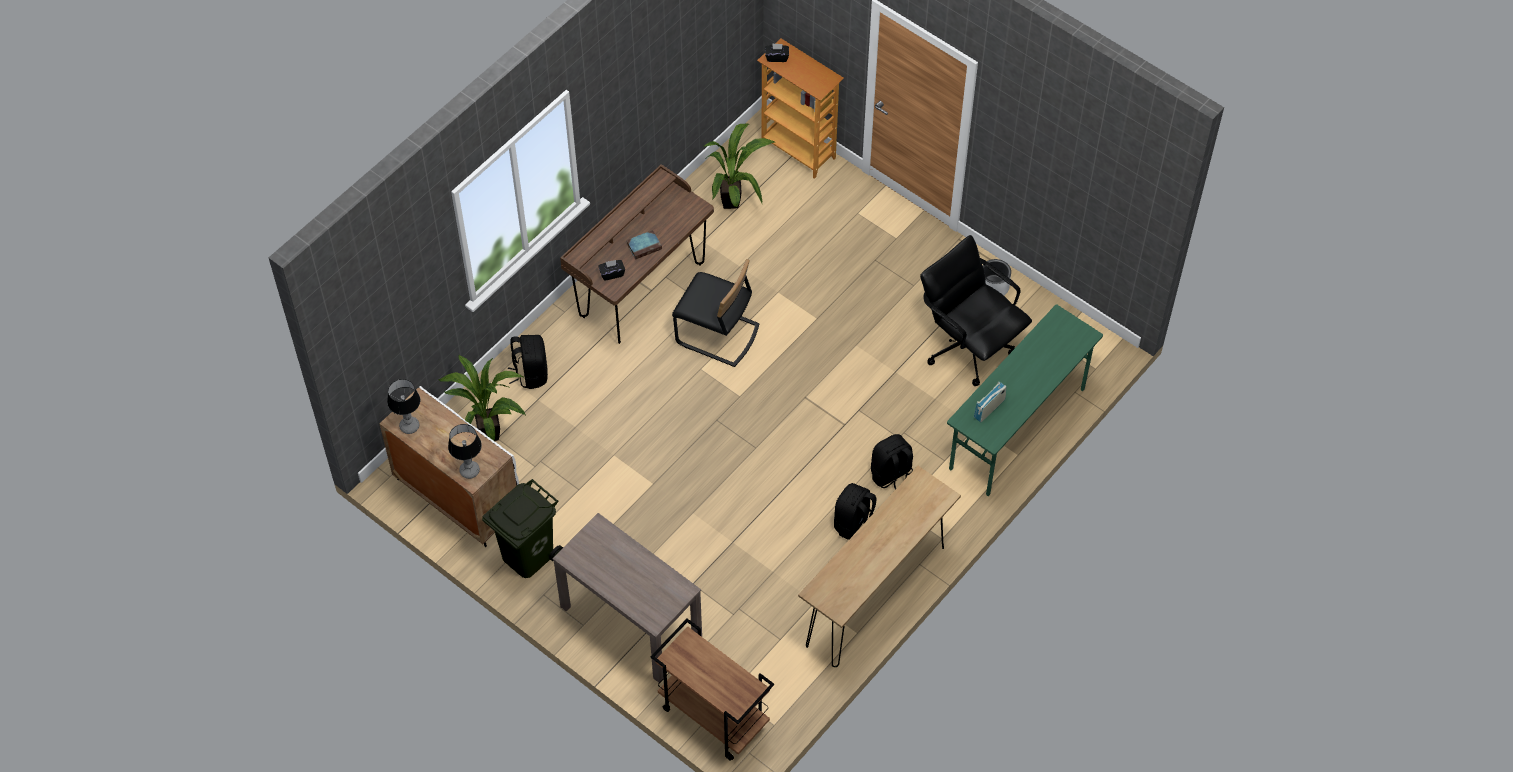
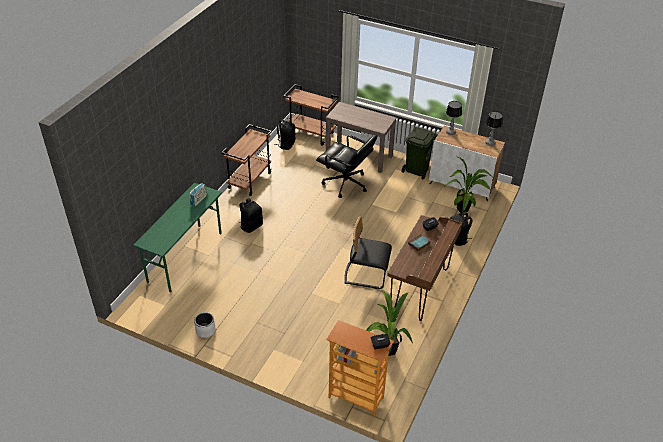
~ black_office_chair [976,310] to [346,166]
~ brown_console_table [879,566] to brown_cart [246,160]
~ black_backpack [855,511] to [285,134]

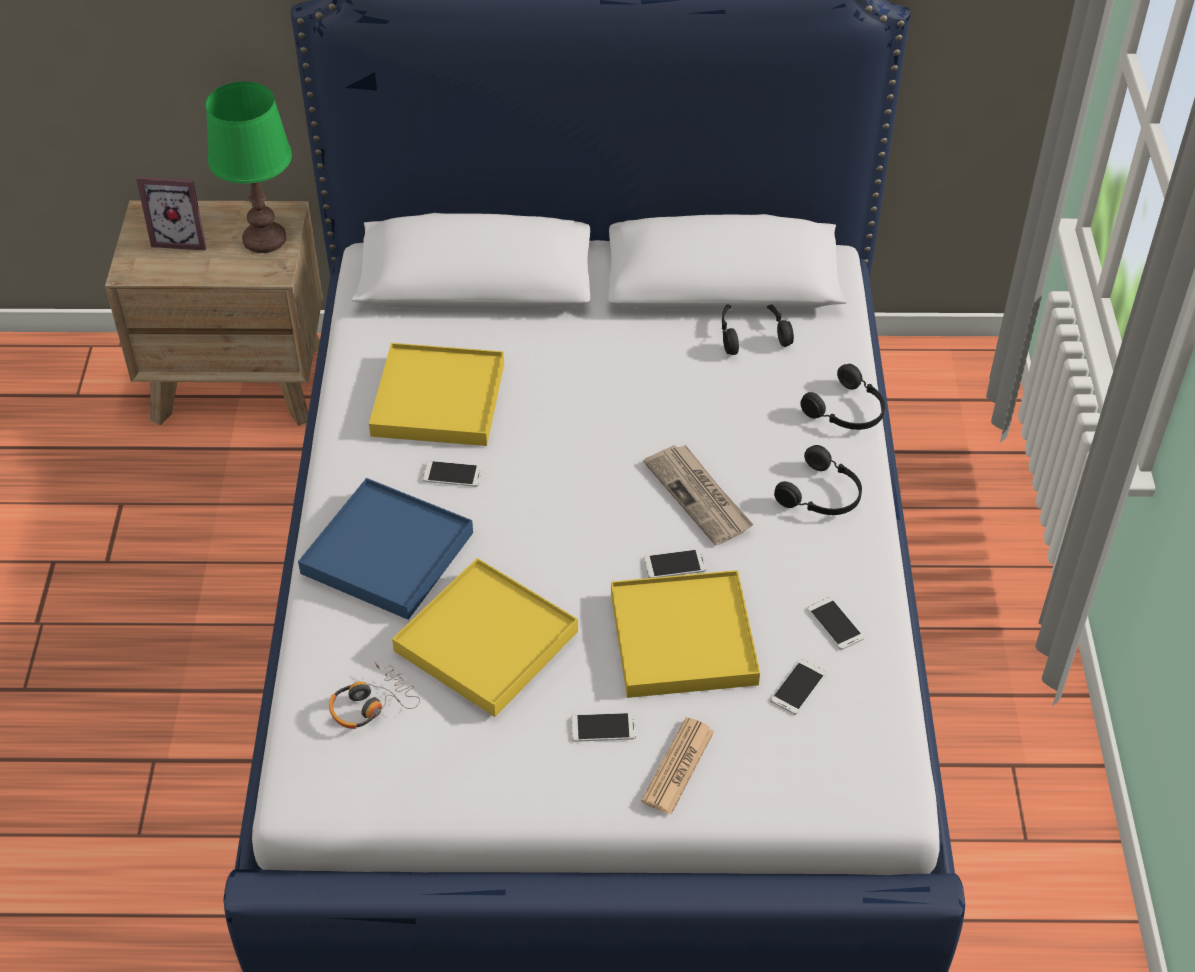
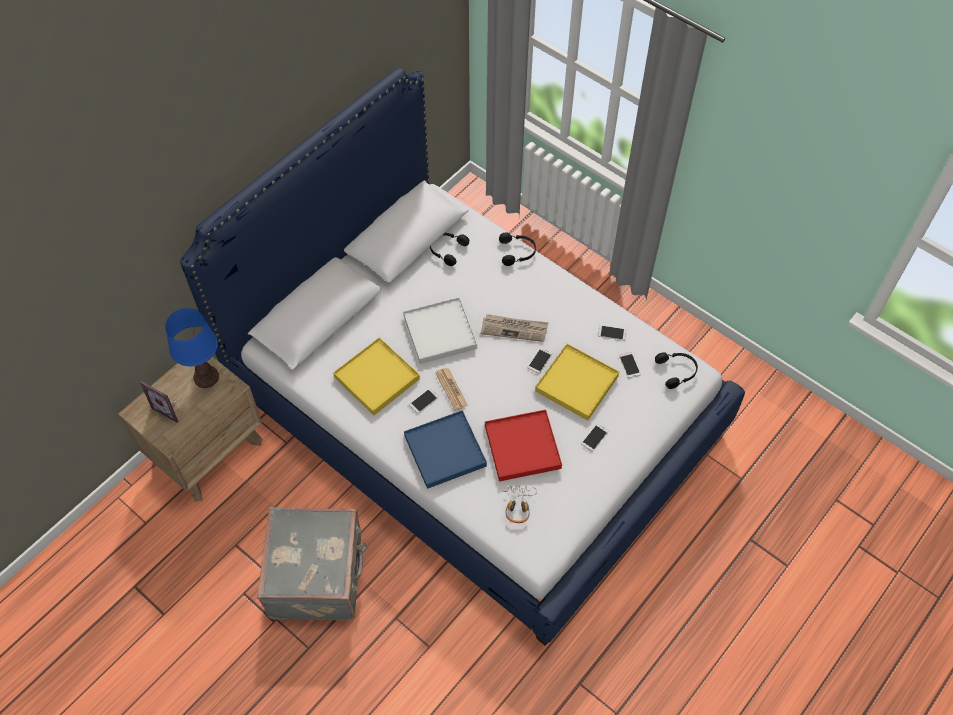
~ green_table_lamp [249,167] to blue_table_lamp [192,348]
~ picture_frame [171,214] = [159,402] 75 degrees clockwise
~ black_headphones [818,480] to [676,370]
~ yellow_tray [485,637] to red_tray [523,446]
~ newspaper [677,766] to [451,389]
+ white_tray [440,330]
+ grey_suitcase [312,563]

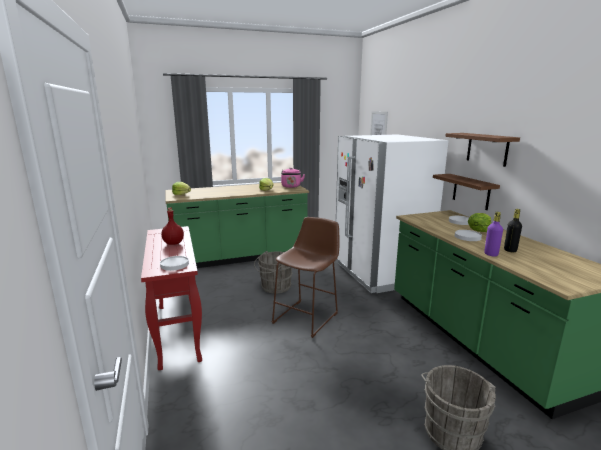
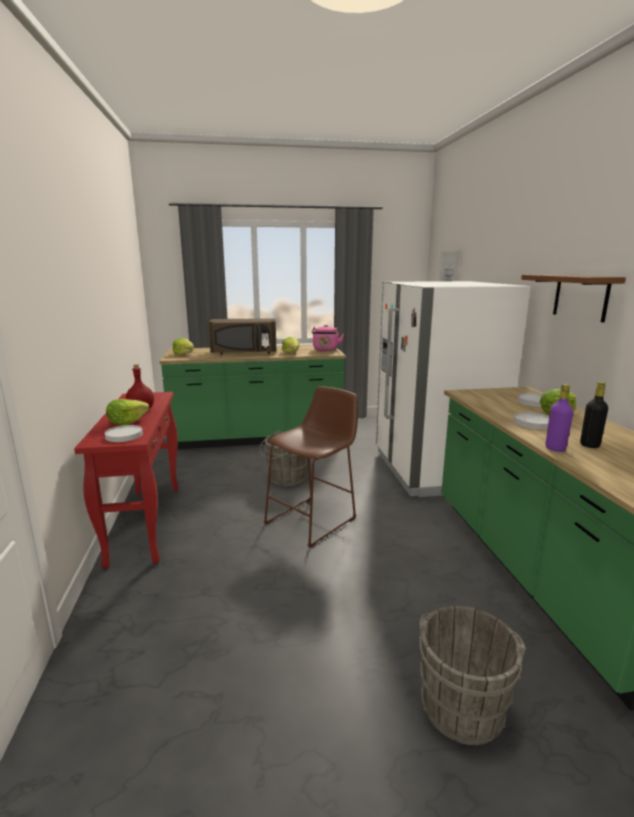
- brown_shelf [466,192]
+ brown_microwave [242,336]
+ lettuce [127,412]

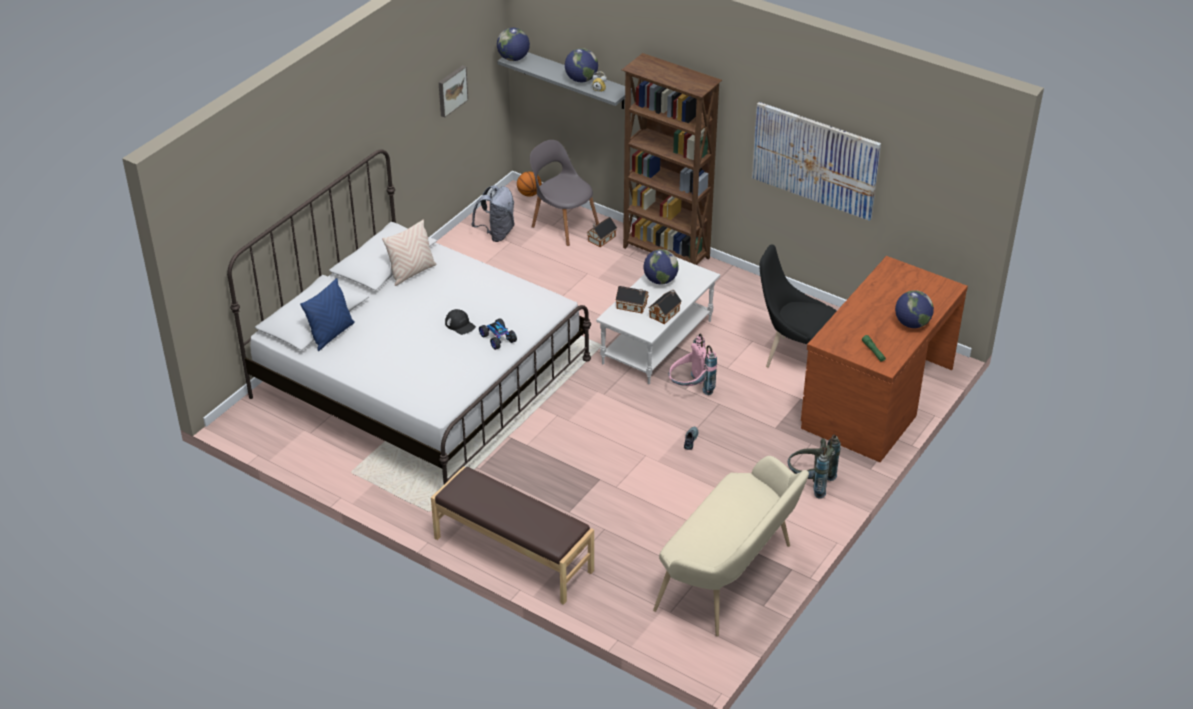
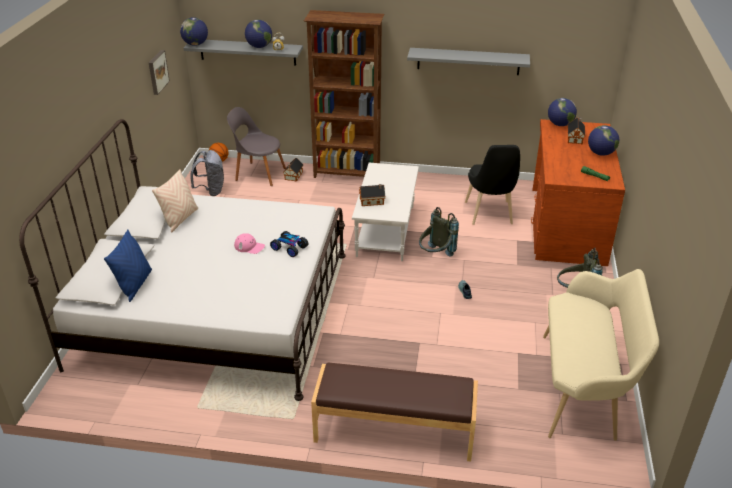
~ picture [816,161] to grey_shelf [468,61]
~ black_chair [798,306] = [492,185] 90 degrees counterclockwise
~ globe [661,266] to [562,112]
~ toy_house [665,307] to [576,130]
~ black_cap [460,322] to pink_cap [249,243]
~ pink_backpack [692,364] to grey_backpack [439,231]

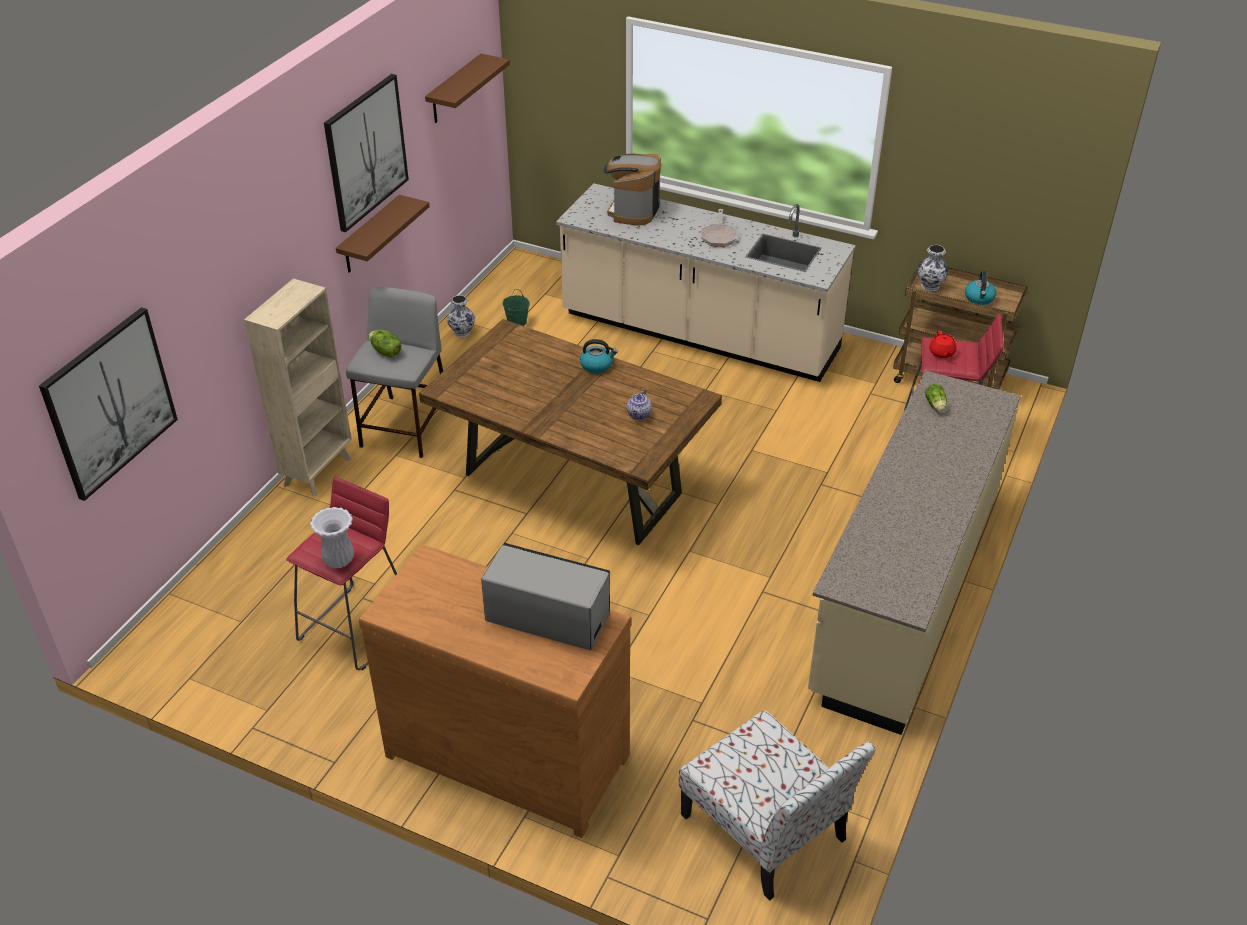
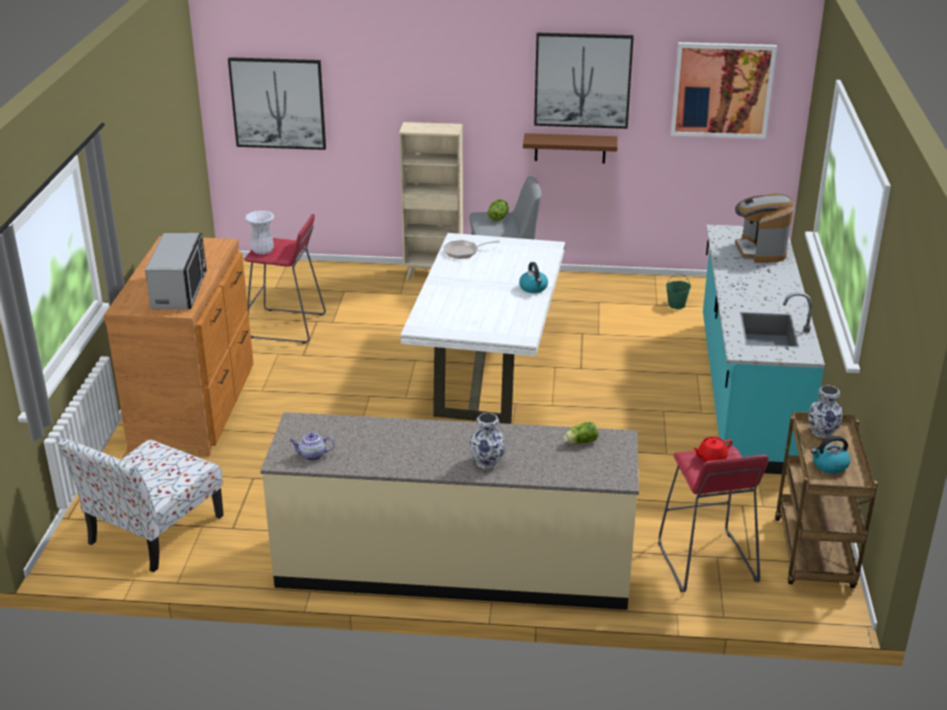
~ brown_shelf [467,88] to picture [724,90]
~ coffee_machine [632,190] = [764,228] 90 degrees counterclockwise
~ beige_counter [706,282] to turquoise_counter [764,350]
~ frying_pan [719,228] to [471,249]
~ vase [461,316] to [487,441]
~ brown_dining_table [570,432] to white_dining_table [482,328]
~ teapot [639,404] to [312,447]

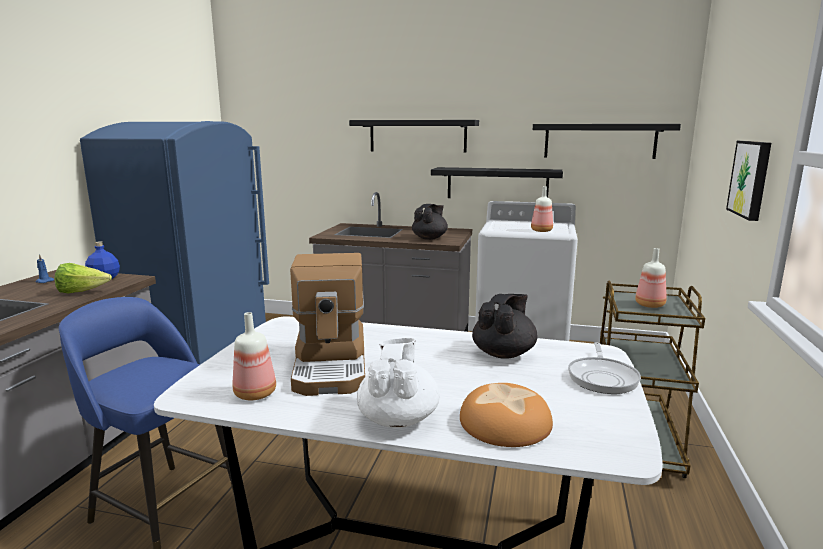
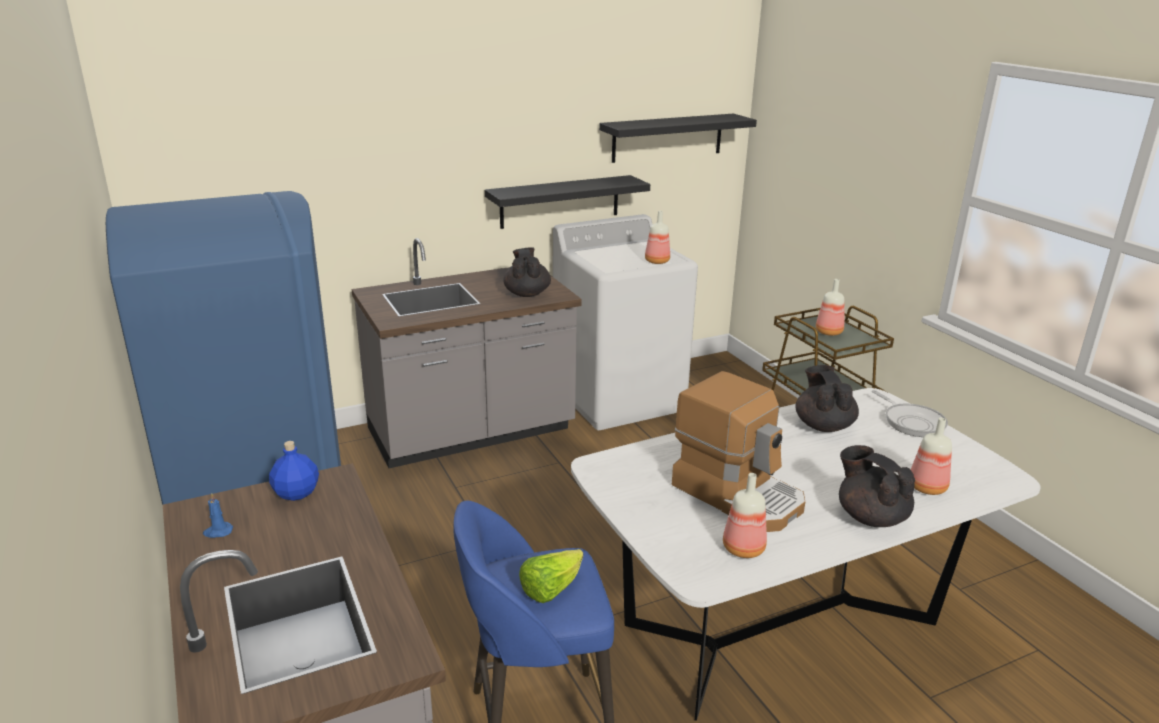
- black_shelf [414,136]
- picture [748,181]
~ lettuce [83,278] to [551,576]
~ white_teapot [398,383] to black_teapot [877,486]
~ bread [506,415] to bottle [931,456]

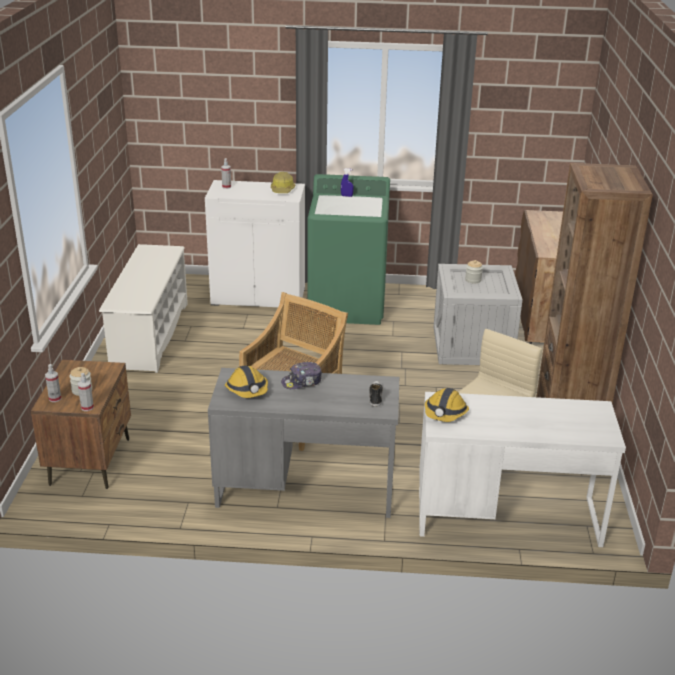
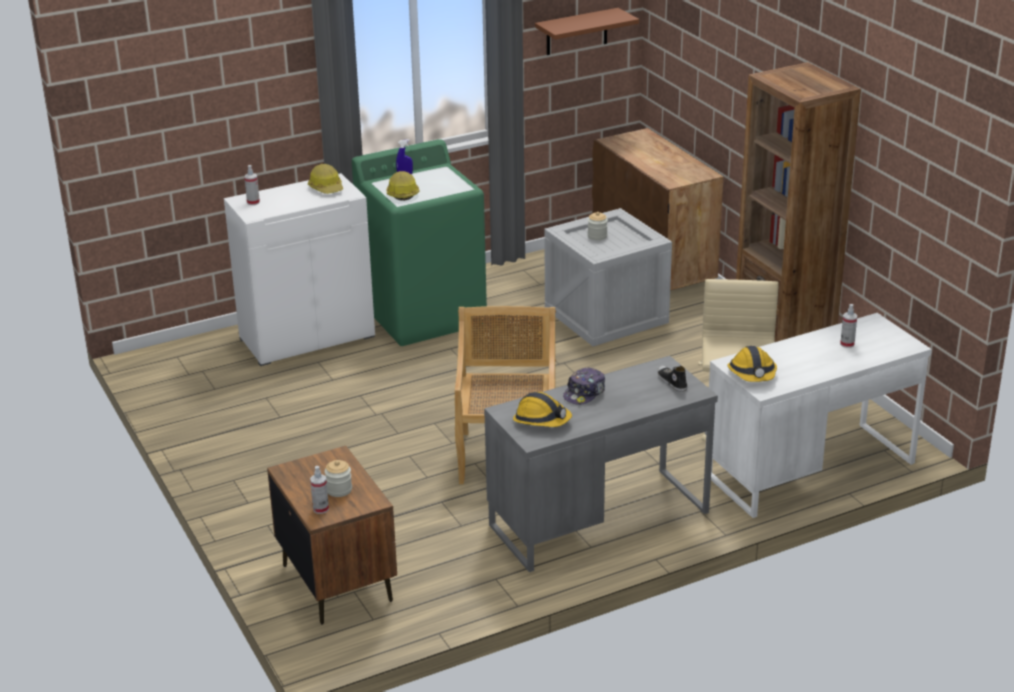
- white_shoe_rack [143,308]
~ spray_bottle [86,392] to [849,326]
+ brown_shelf [587,31]
+ hard_hat [403,186]

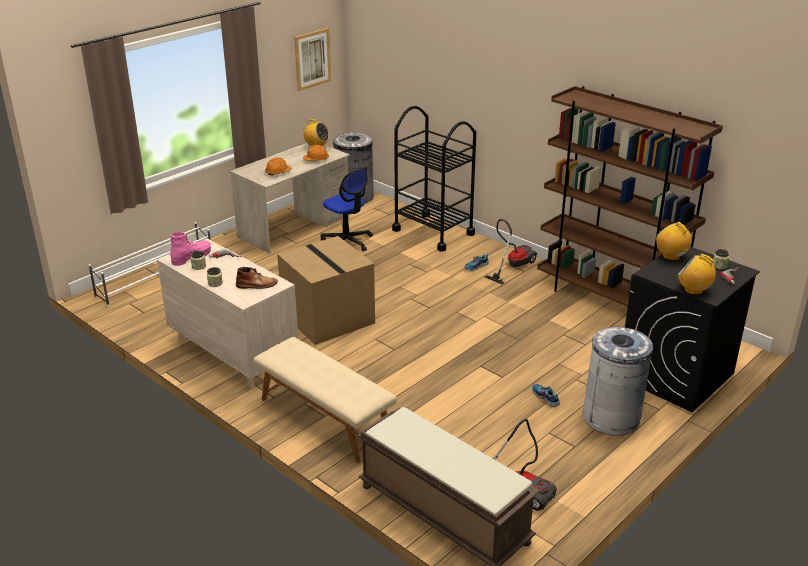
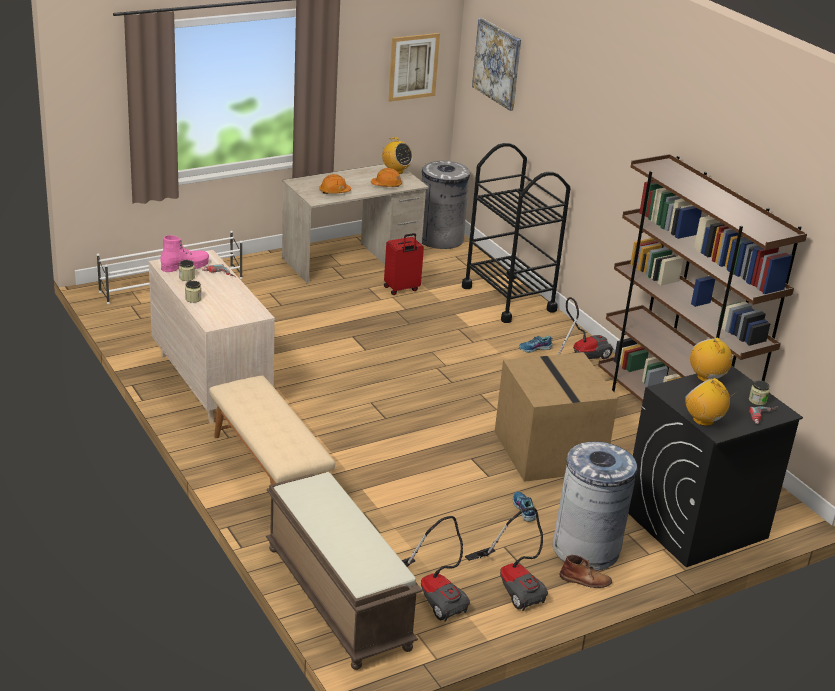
~ office_chair [347,209] to red_suitcase [404,264]
~ cardboard_box [326,290] to [556,417]
~ brown_boot [257,278] to [585,571]
+ picture [496,64]
+ vacuum_cleaner [506,559]

